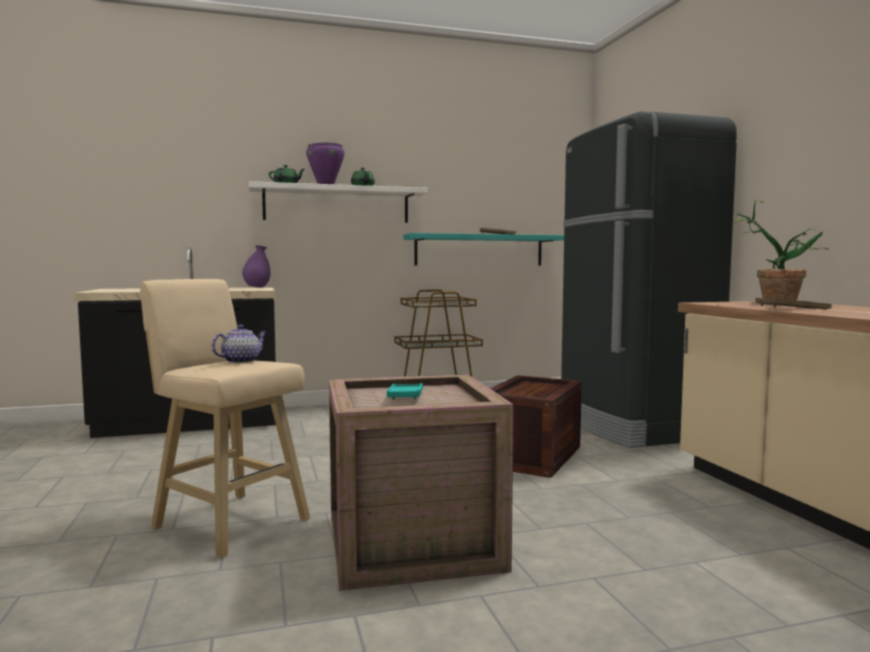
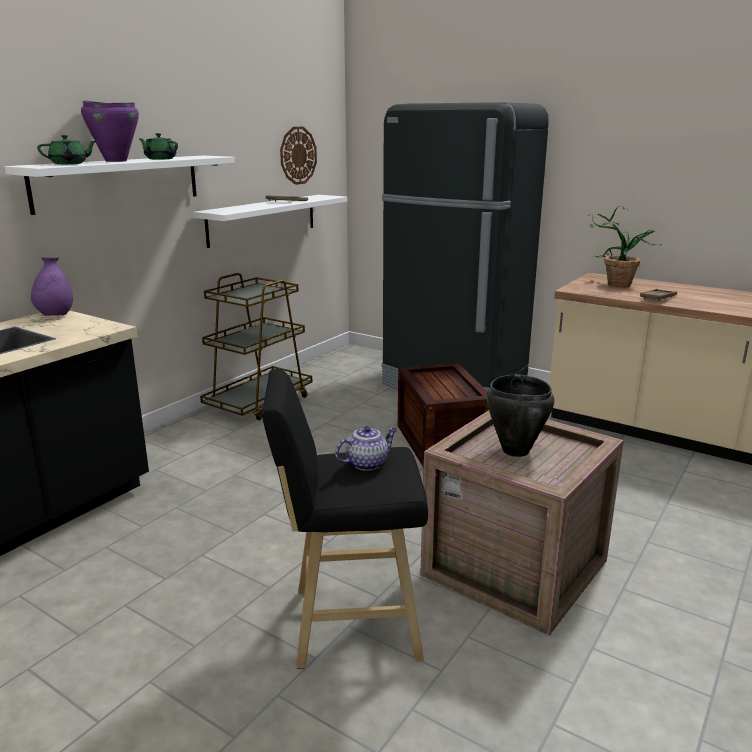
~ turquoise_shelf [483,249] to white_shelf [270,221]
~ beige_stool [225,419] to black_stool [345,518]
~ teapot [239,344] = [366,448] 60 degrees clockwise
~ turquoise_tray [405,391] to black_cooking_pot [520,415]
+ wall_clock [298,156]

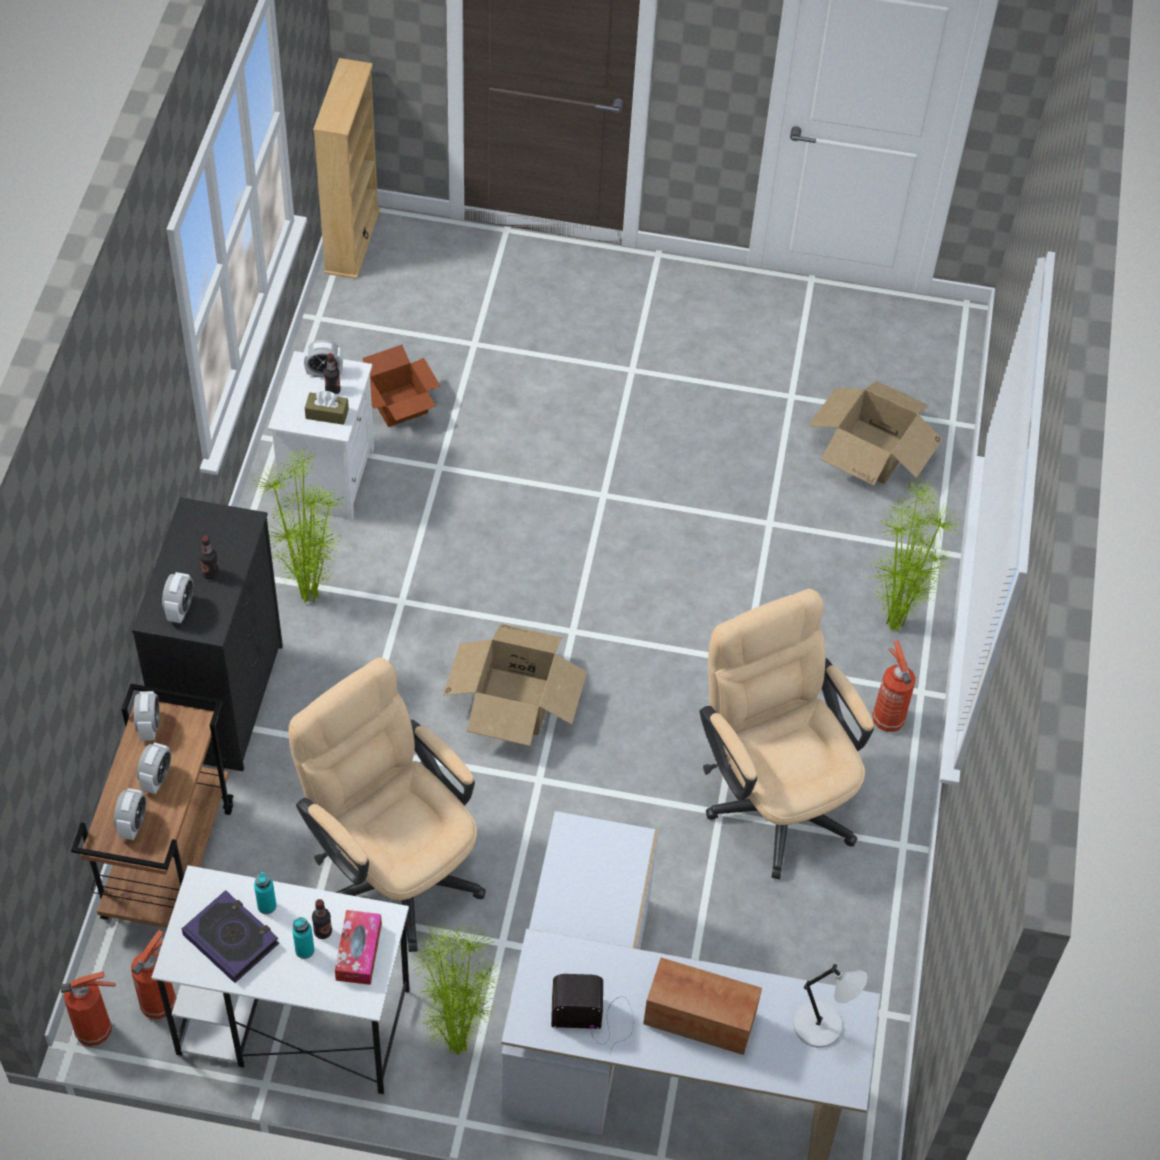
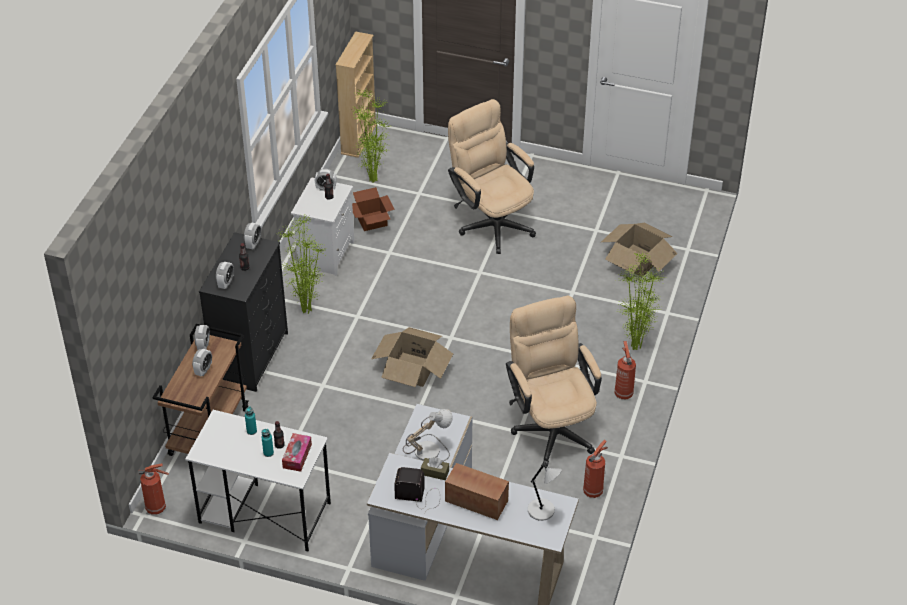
~ brown_tissue_box [327,408] to [435,468]
~ beige_office_chair [387,805] to [492,176]
~ alarm_clock [130,814] to [252,236]
- book [230,936]
~ potted_plant [455,989] to [370,135]
~ fire_extinguisher [153,974] to [595,469]
+ table_lamp [428,435]

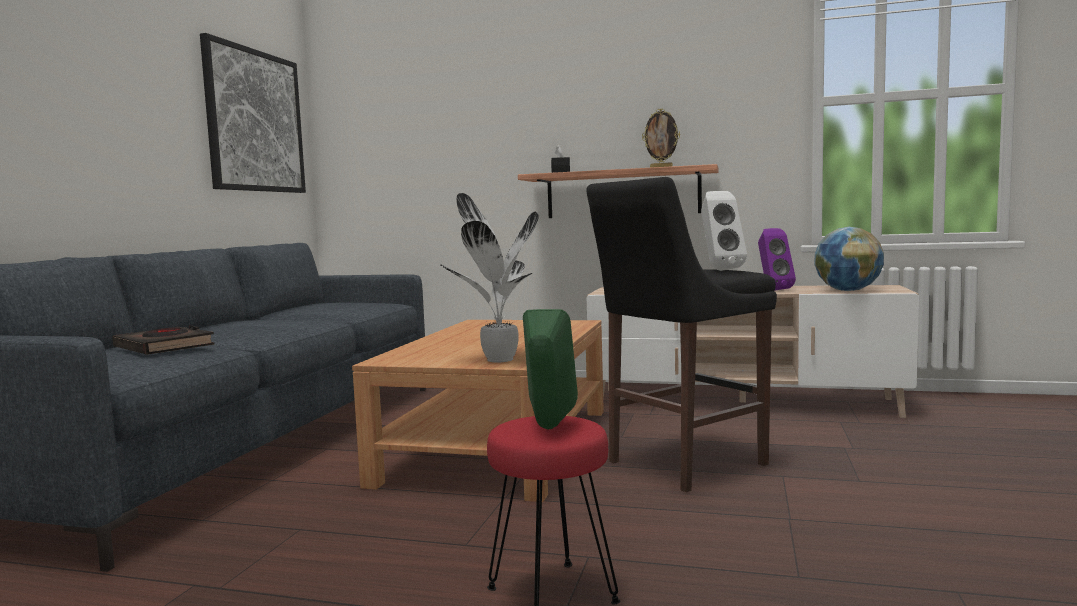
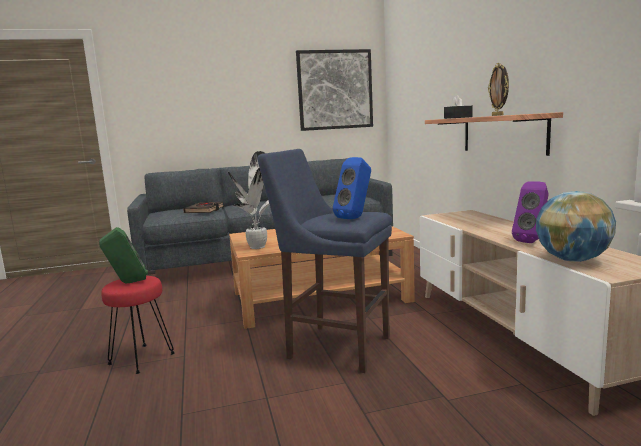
~ black_stool [681,334] to blue_stool [325,261]
~ white_speaker [724,231] to blue_speaker [352,188]

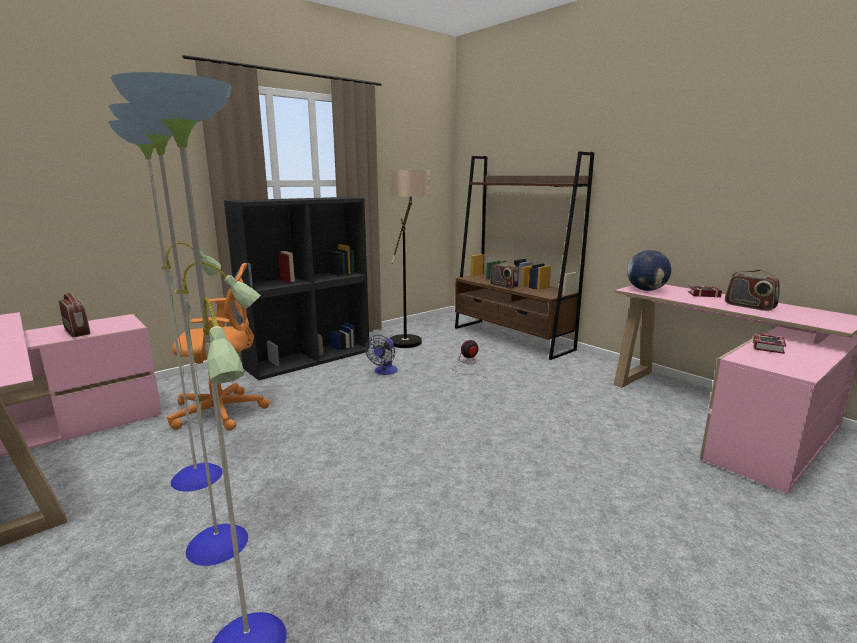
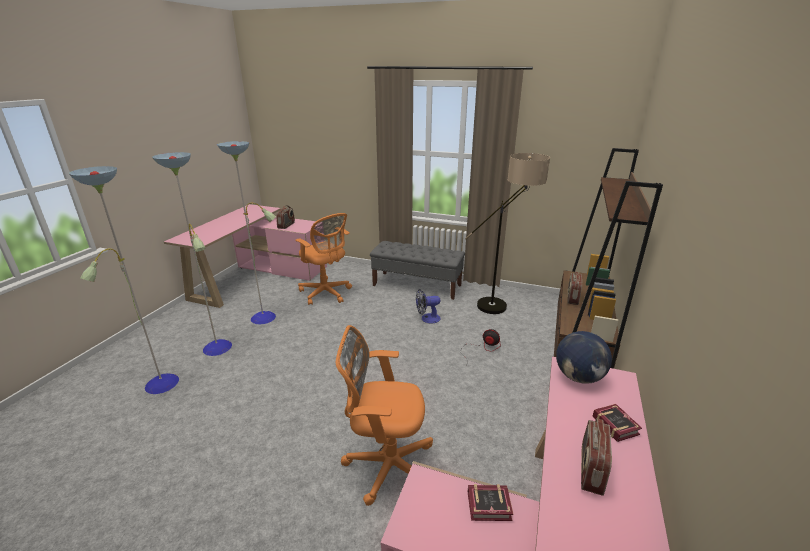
~ black_bookcase [297,288] to grey_bench [417,270]
+ orange_office_chair [384,415]

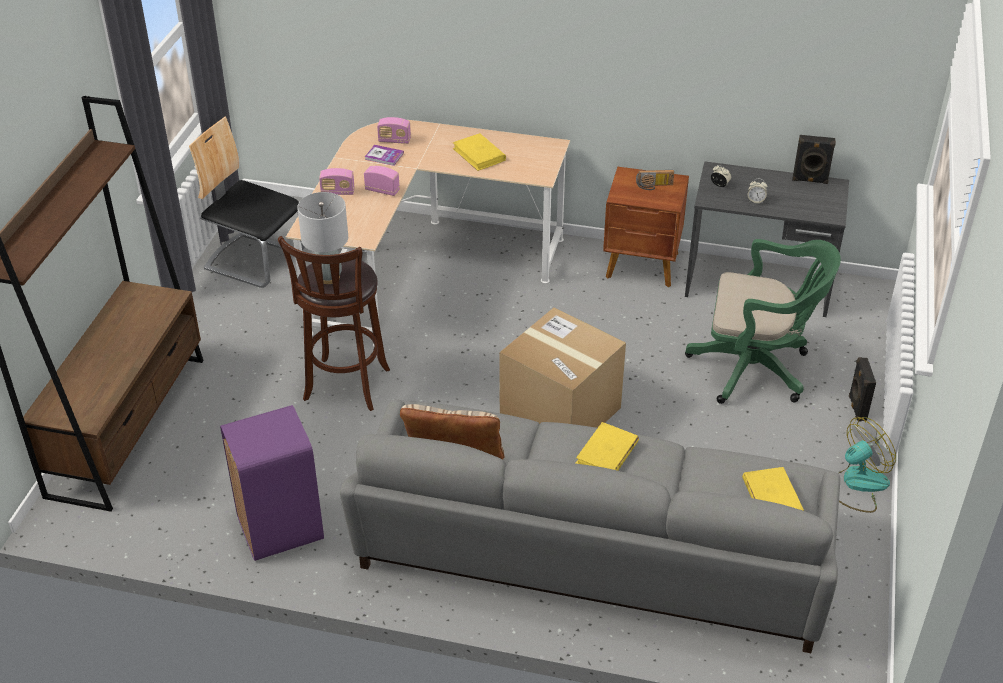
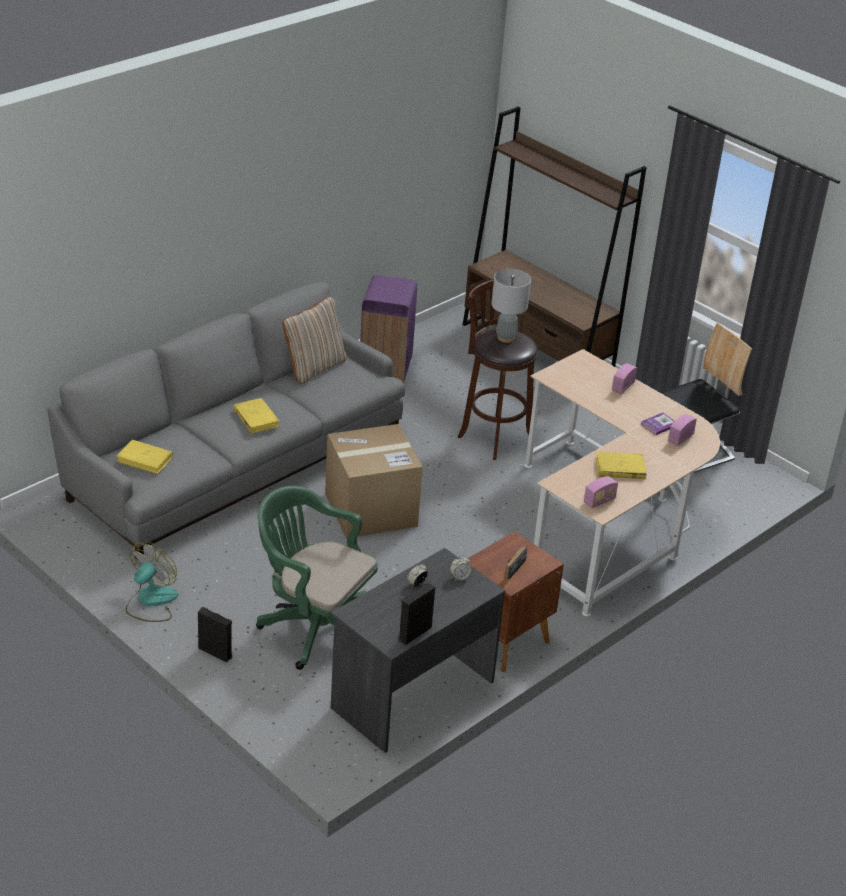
~ radio [382,181] to [601,492]
~ green_office_chair [763,321] = [317,578] 75 degrees clockwise
~ fan [867,465] = [152,581] 150 degrees counterclockwise

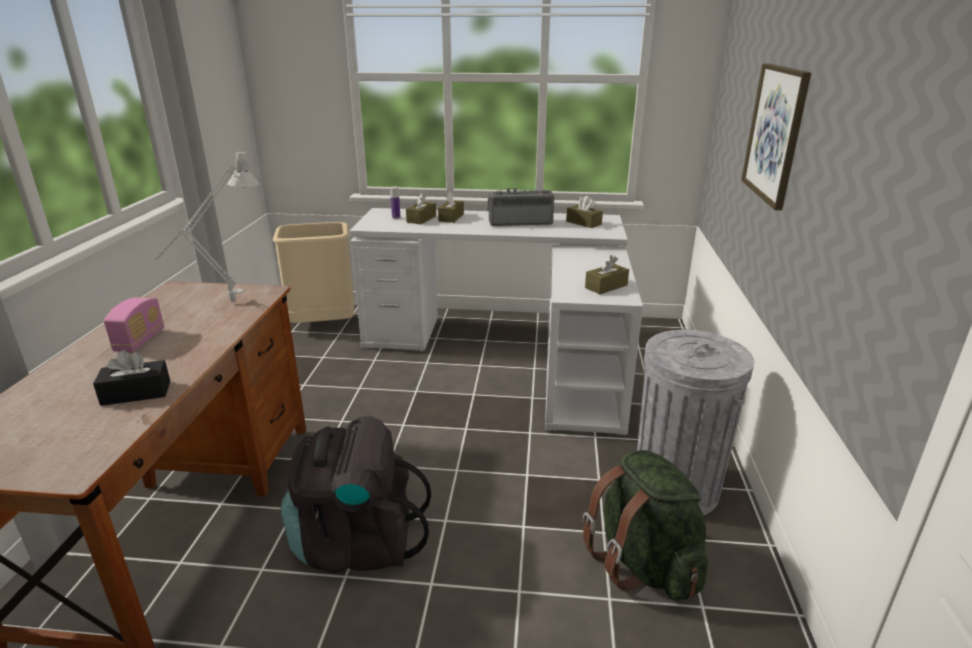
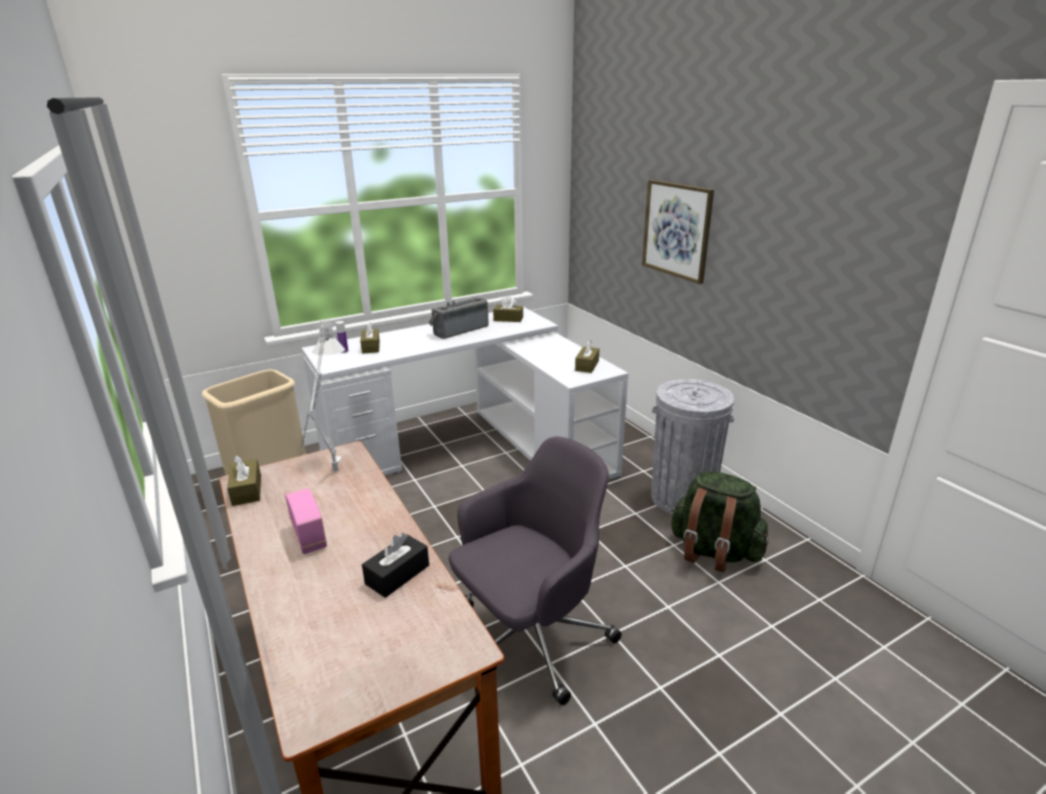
~ brown_tissue_box [451,207] to [244,480]
~ black_backpack [356,494] to grey_office_chair [535,570]

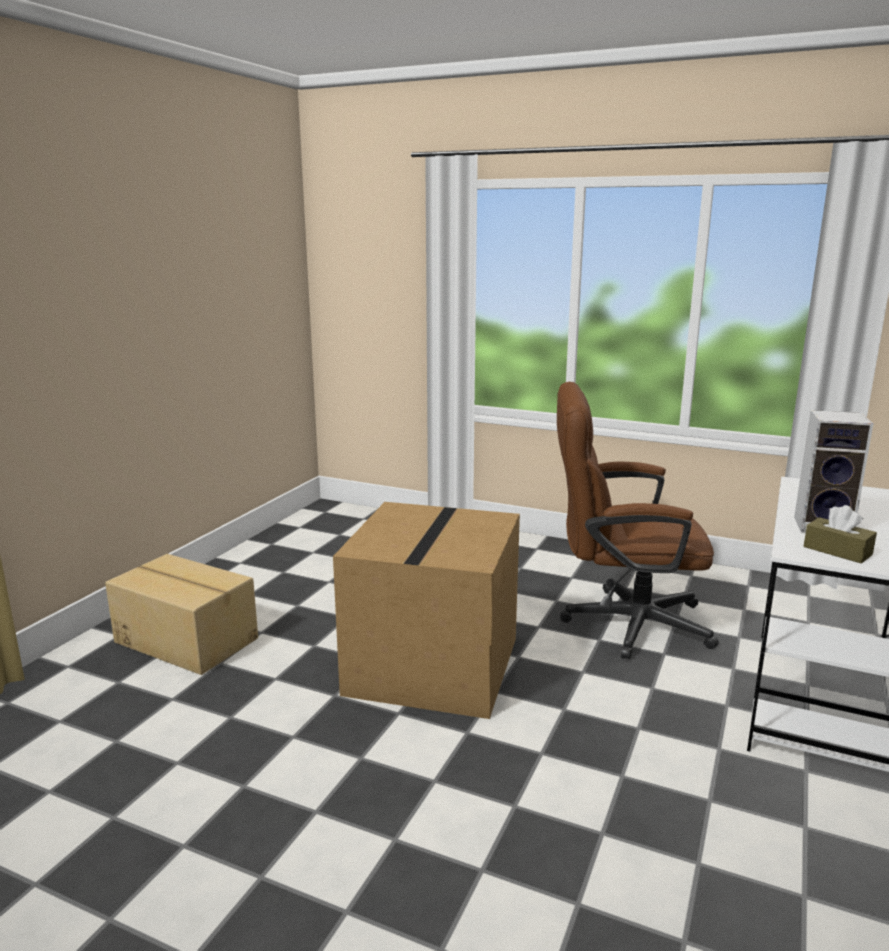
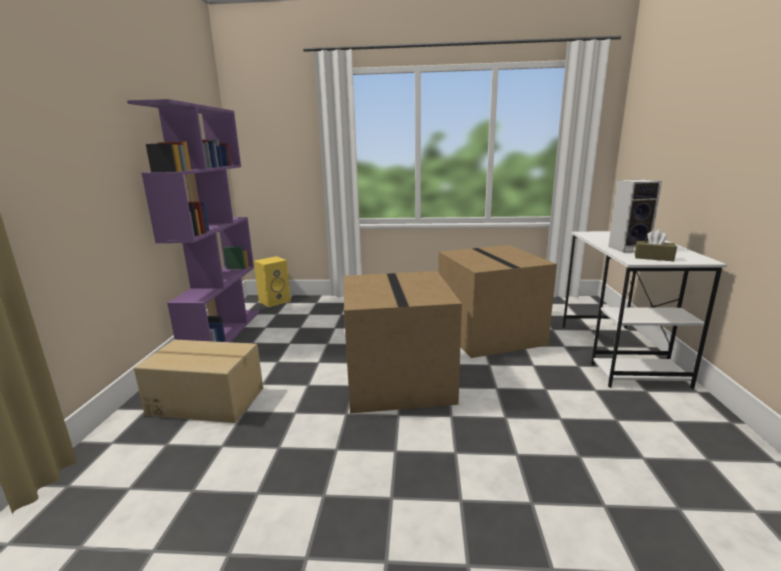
~ brown_office_chair [638,520] to cardboard_box [497,301]
+ purple_bookcase [193,220]
+ yellow_speaker [272,281]

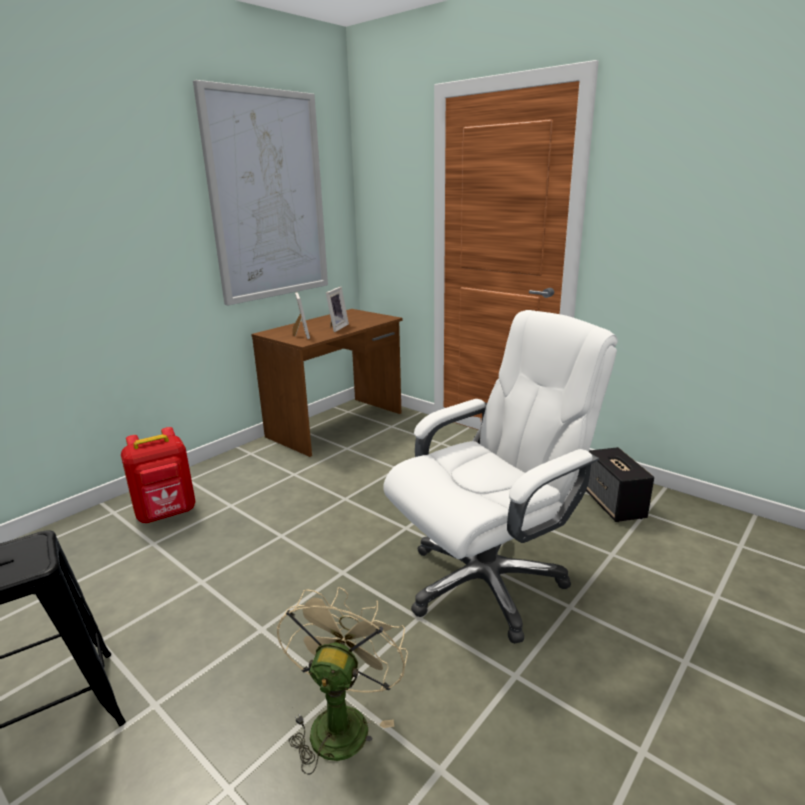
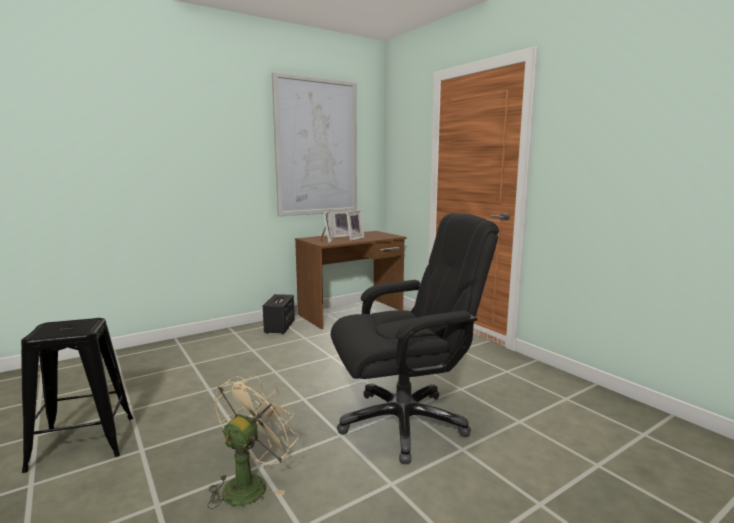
~ white_office_chair [500,477] to black_office_chair [415,338]
- red_backpack [158,475]
~ speaker [620,484] to [279,314]
+ picture_frame [340,223]

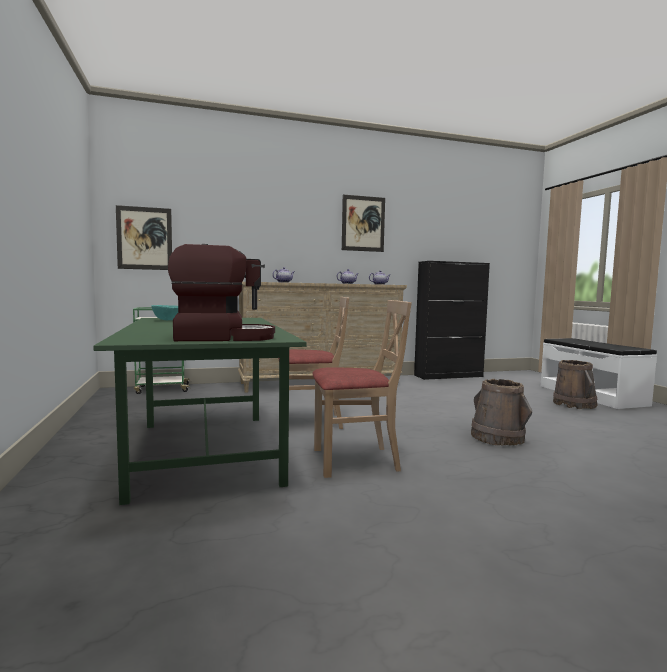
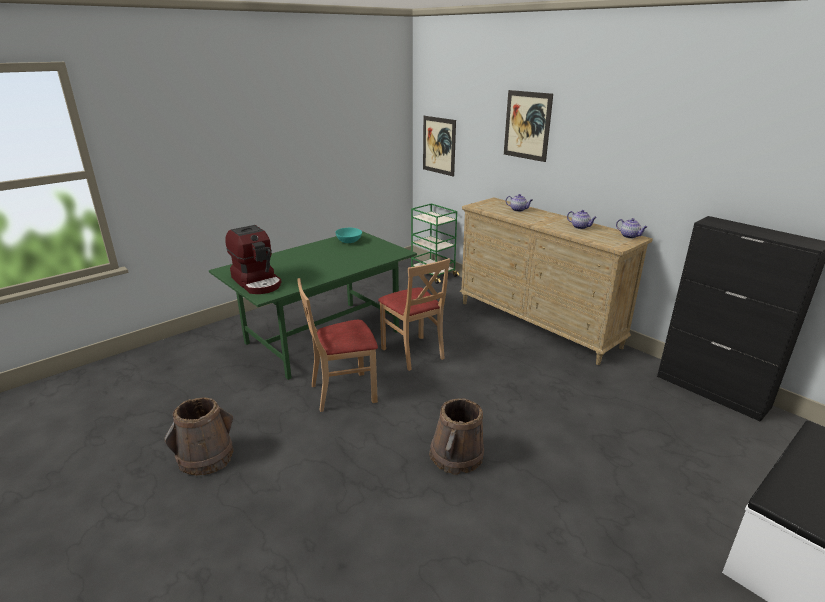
~ picture [363,223] to [528,126]
~ beige_chair [362,389] = [337,345] 105 degrees clockwise
~ brown_bucket [575,384] to [199,436]

